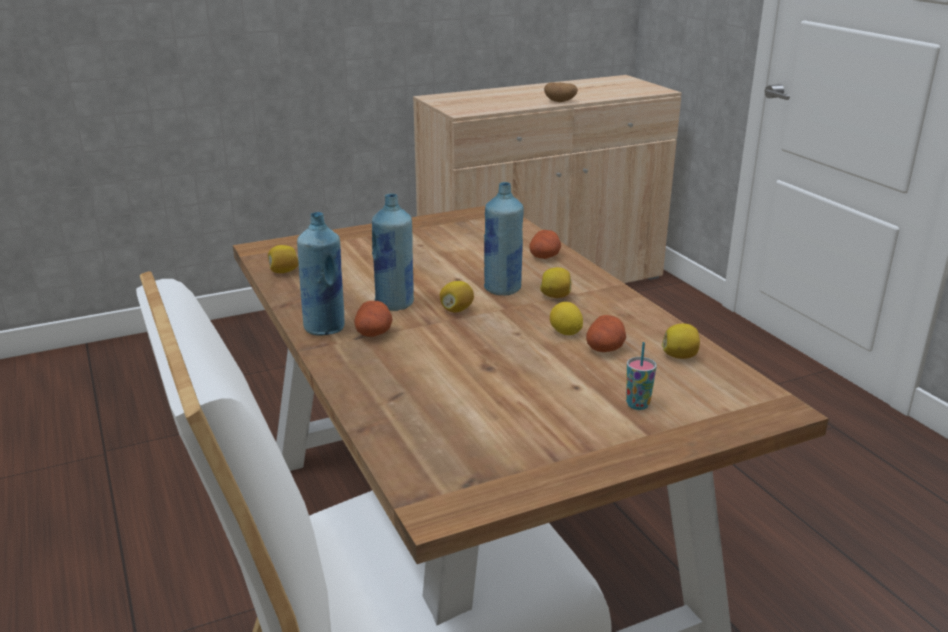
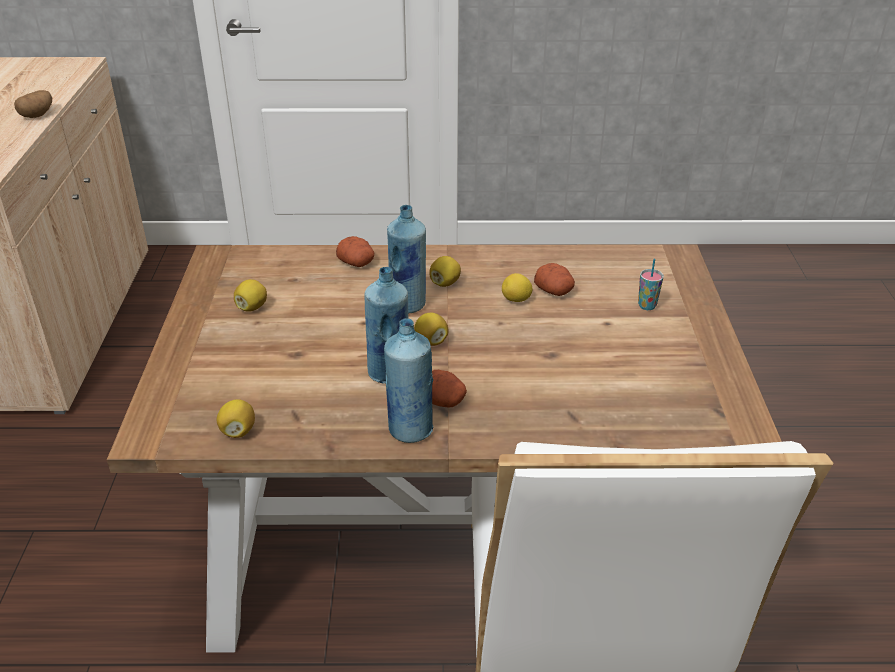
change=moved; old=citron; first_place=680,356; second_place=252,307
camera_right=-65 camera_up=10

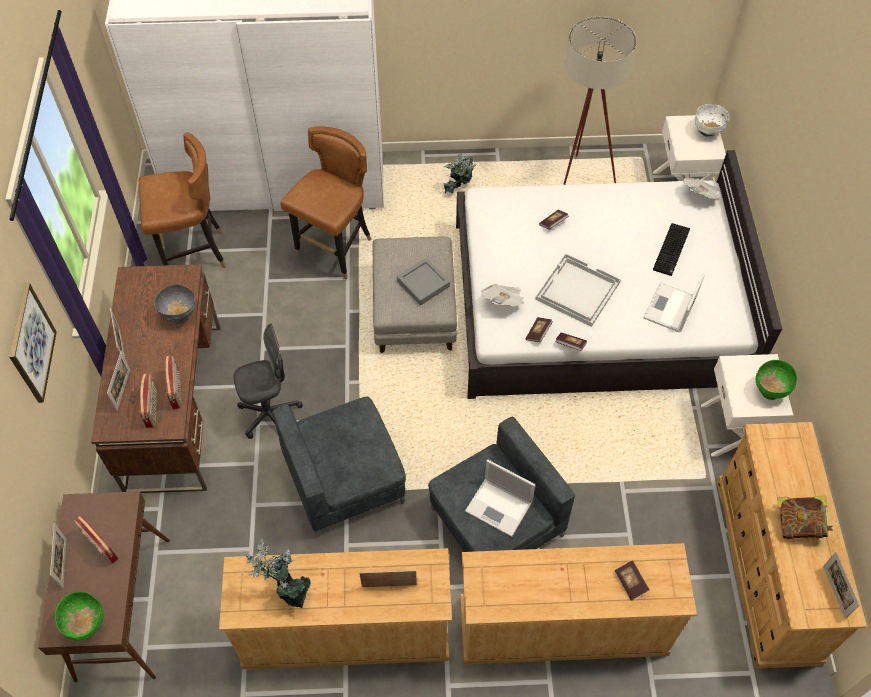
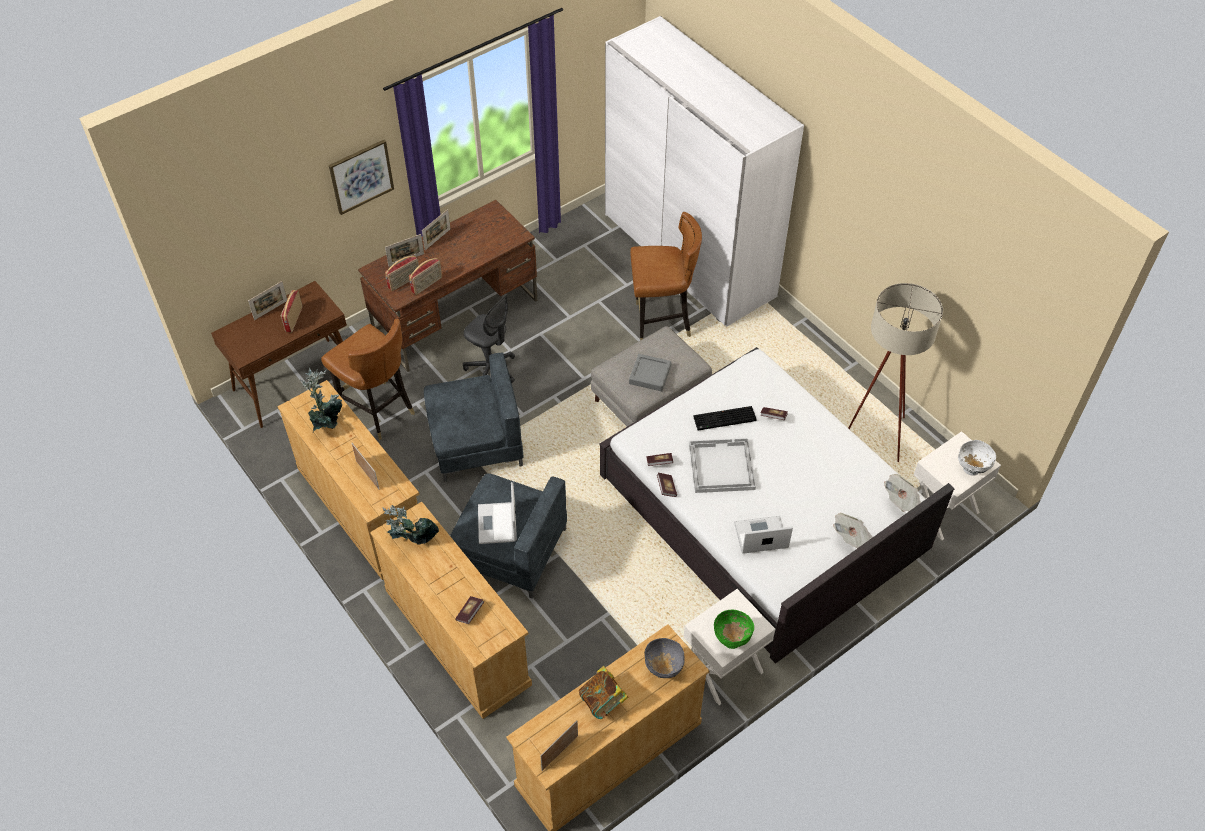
change=moved; old=chaise/marron; first_place=193,254; second_place=378,411
change=moved; old=plante en pot; first_place=459,189; second_place=412,542
change=moved; old=clavier; first_place=672,250; second_place=724,420
change=moved; old=bol/gris; first_place=180,316; second_place=663,669
change=moved; old=journal; first_place=503,301; second_place=852,538
change=turned; old=fauteuil/gris; first_place=345,479; second_place=475,441; degrees=135
change=removed; old=bol/vert; first_place=87,624
camera_right=55 camera_up=-5

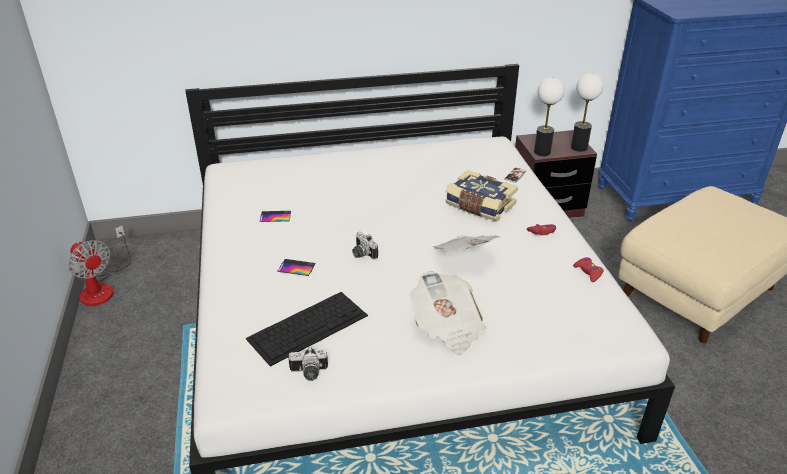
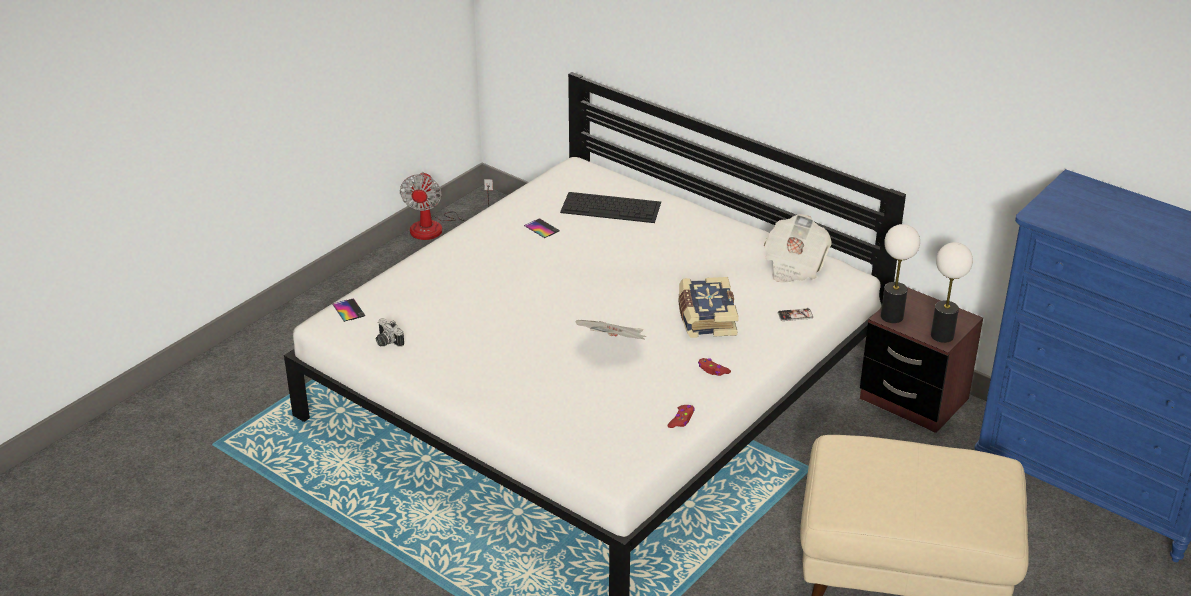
change=removed; old=appareil photo; first_place=362,254
change=moved; old=téléphone; first_place=296,267; second_place=348,310
change=moved; old=journal; first_place=447,327; second_place=794,265
change=moved; old=clavier; first_place=308,326; second_place=612,207
camera_right=50 camera_up=0

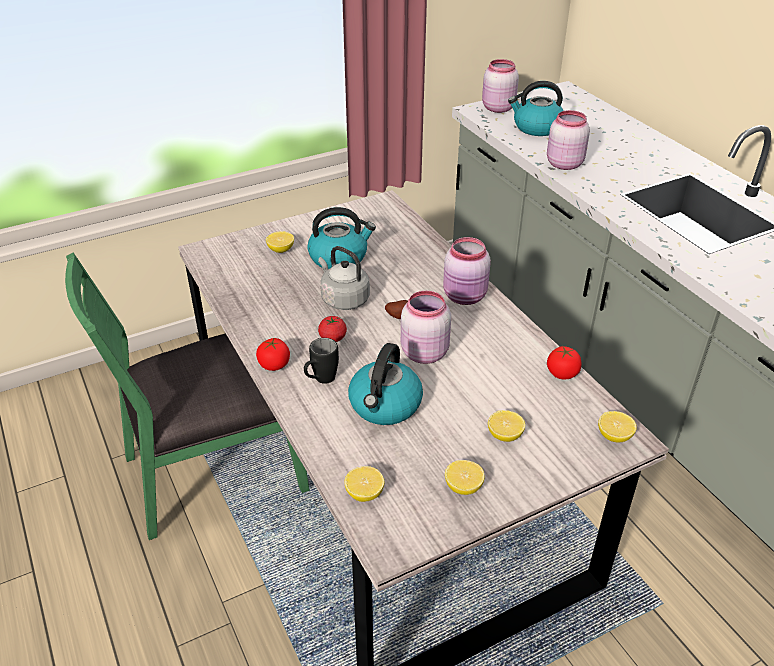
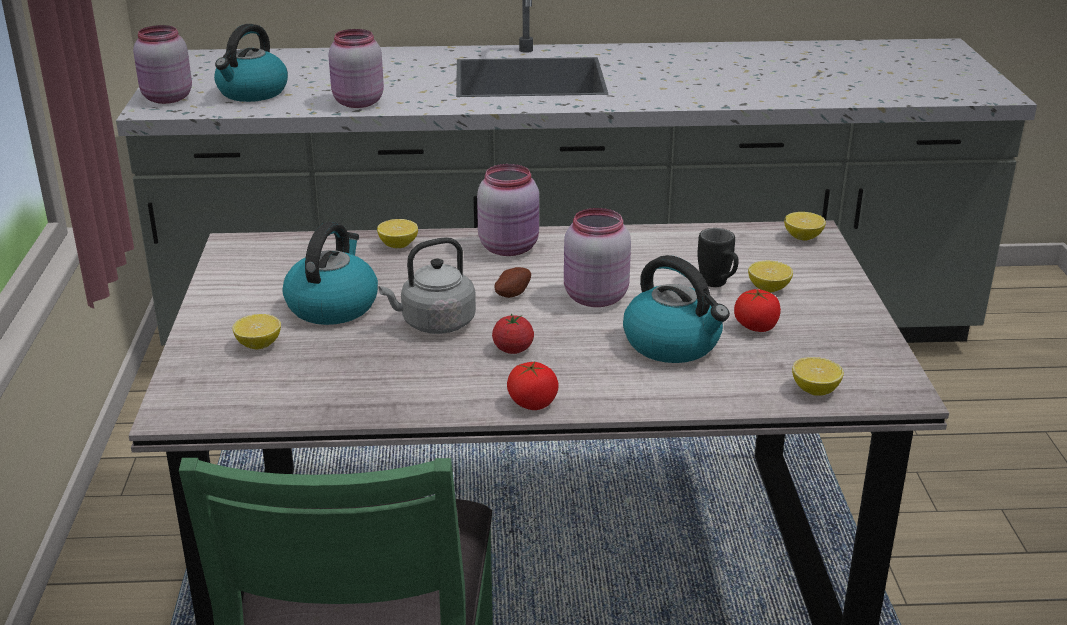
change=moved; old=mug/noir; first_place=320,380; second_place=718,285
change=moved; old=tomate; first_place=562,373; second_place=756,327
change=moved; old=citron; first_place=463,487; second_place=398,245
camera_right=-65 camera_up=-10

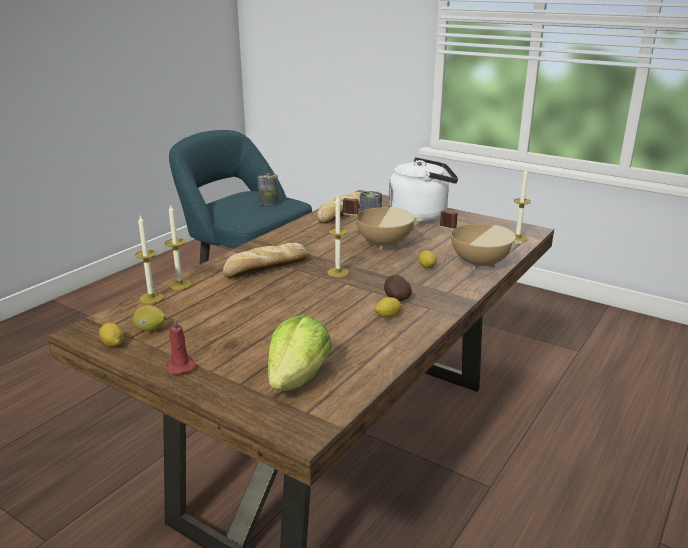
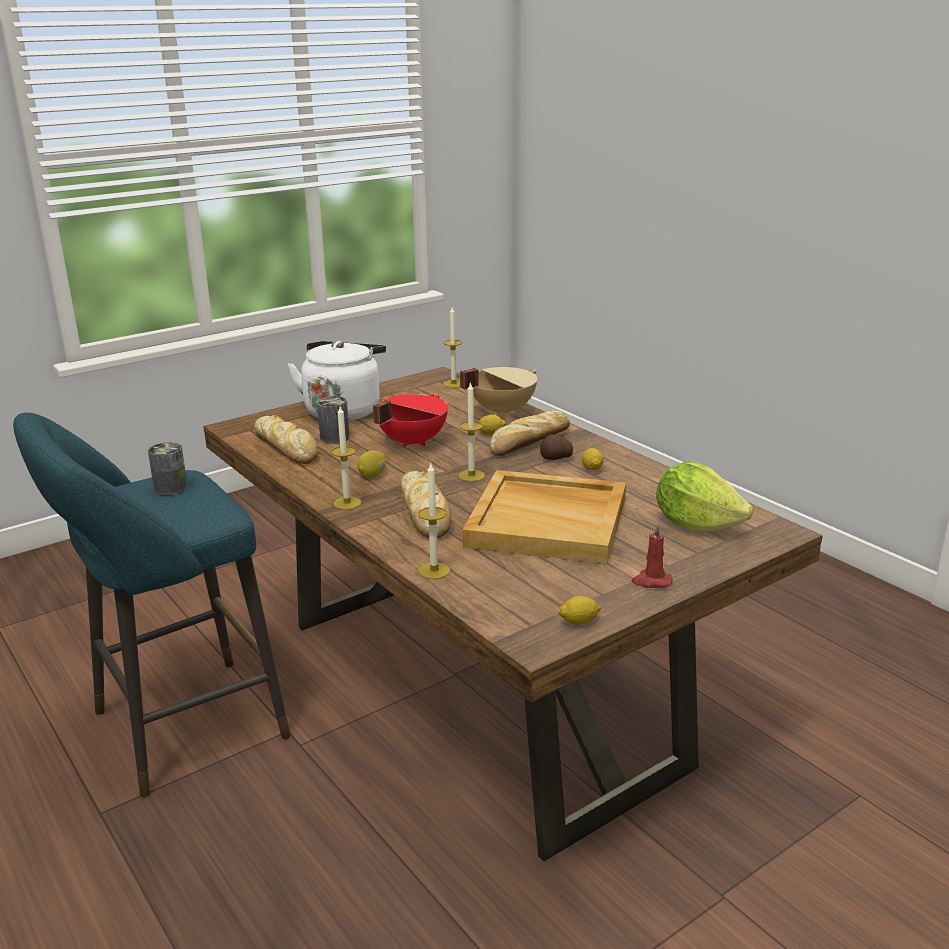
change=recoloured; old=marmite/beige; new=marmite/rouge; first_place=384,244; second_place=411,442
change=moved; old=bougie; first_place=151,298; second_place=347,503
change=moved; old=citron; first_place=150,329; second_place=373,475
change=added; new=pain; second_place=529,442
change=added; new=plateau/beige; second_place=549,521
camera_right=-70 camera_up=0

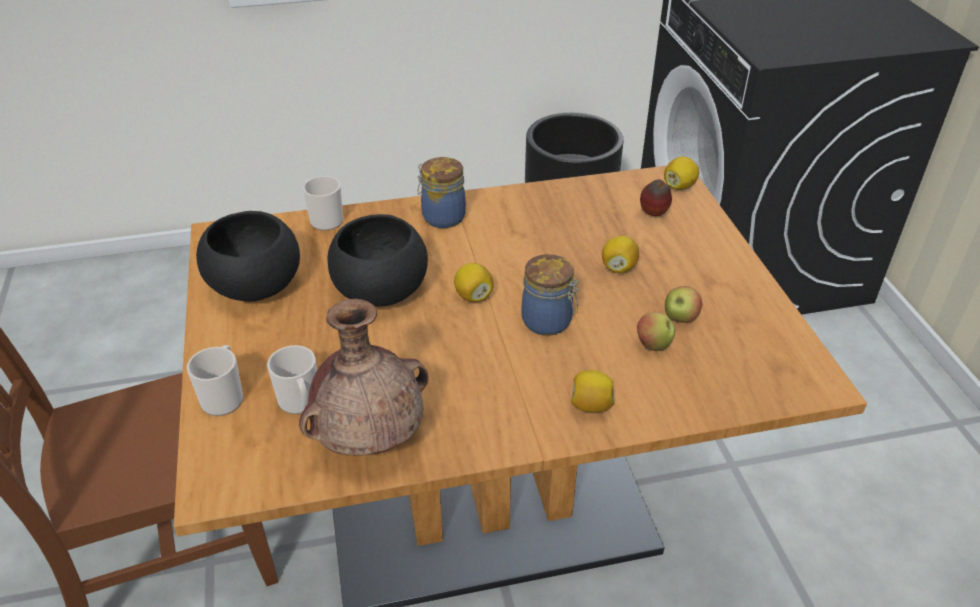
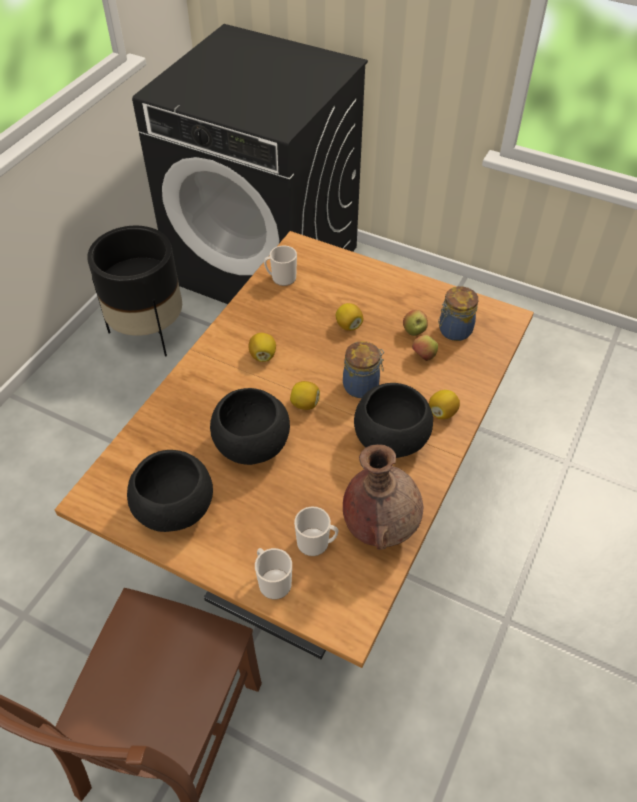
change=moved; old=citron; first_place=679,186; second_place=263,355
change=moved; old=bocal; first_place=442,217; second_place=453,331
change=moved; old=mug; first_place=324,219; second_place=281,278
change=removed; old=pomme; first_place=653,215
change=added; new=bol/noir; second_place=391,439
camera_right=-50 camera_up=10

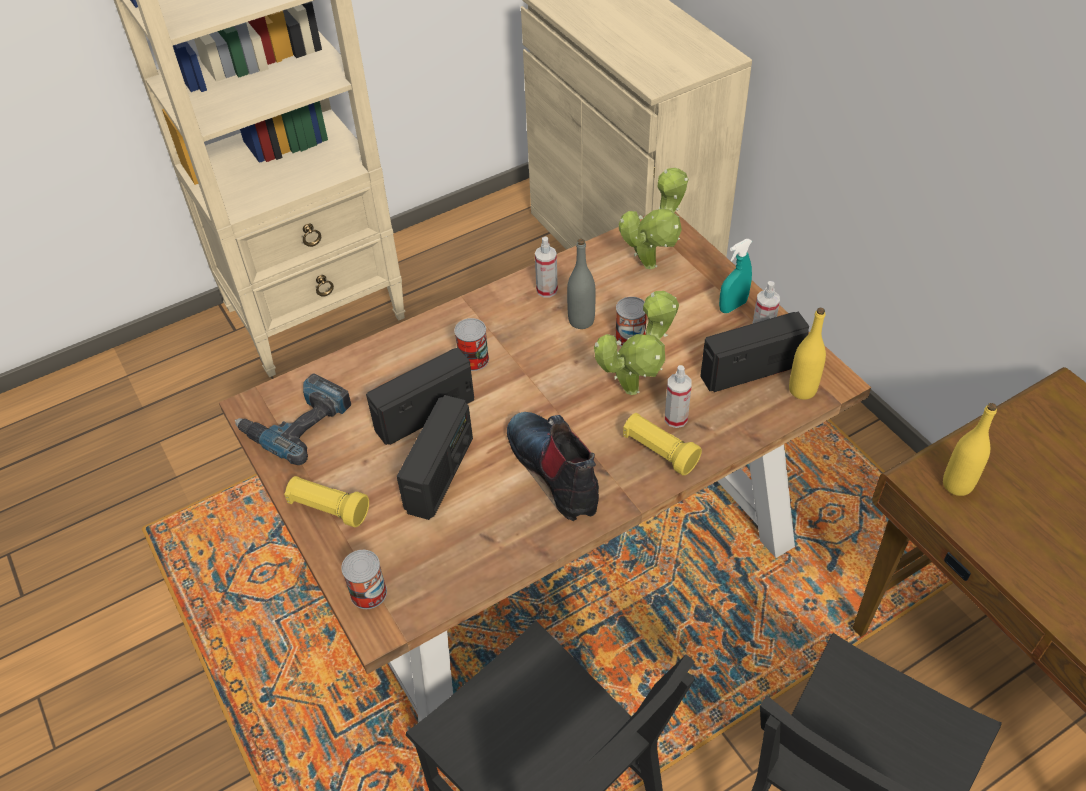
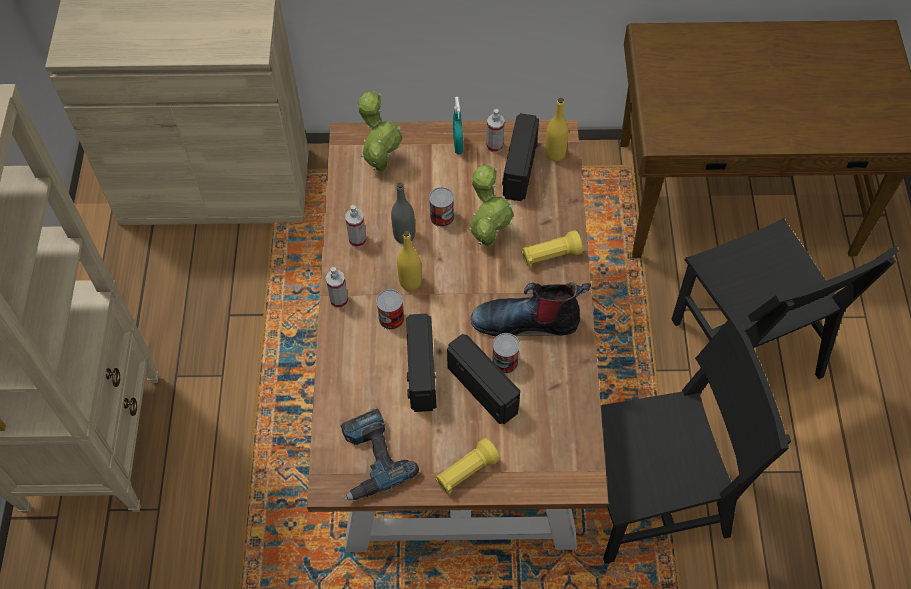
change=moved; old=vaporisateur; first_place=676,418; second_place=339,300
change=moved; old=bouteille/jaune; first_place=957,484; second_place=410,282
change=moved; old=boîte métallique; first_place=368,593; second_place=505,362
camera_right=-60 camera_up=10

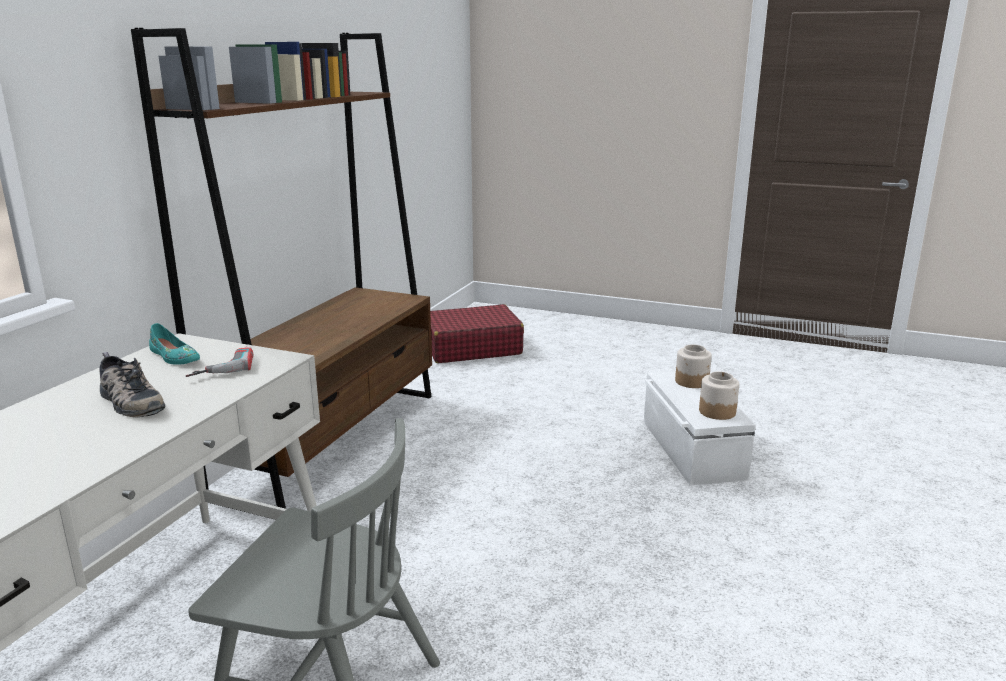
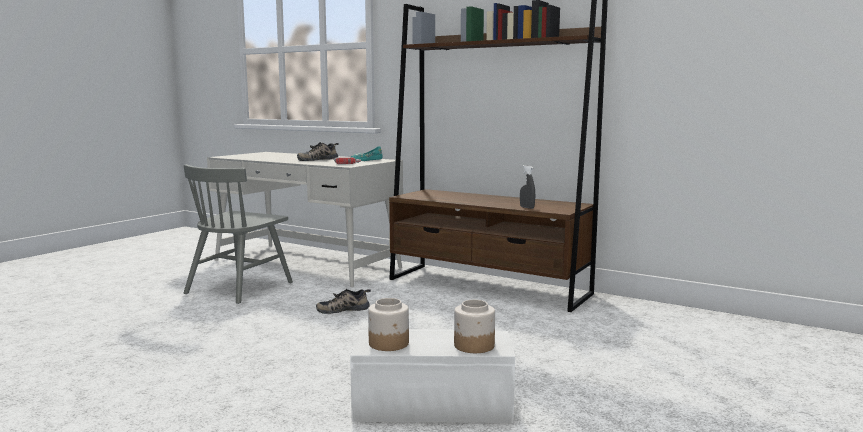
change=removed; old=valise/rouge; first_place=471,347
change=added; new=vaporisateur/gris; second_place=527,207
change=added; new=chaussure; second_place=343,309
camera_right=100 camera_up=-10

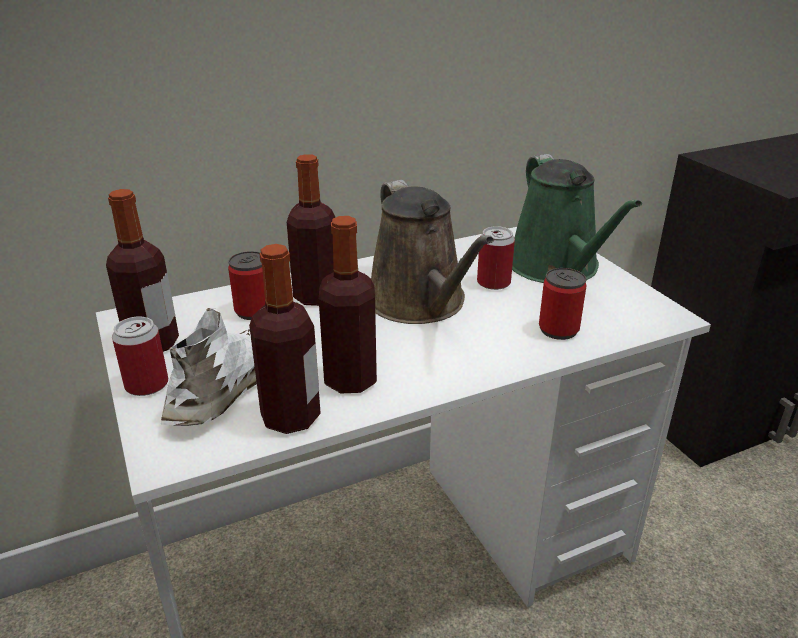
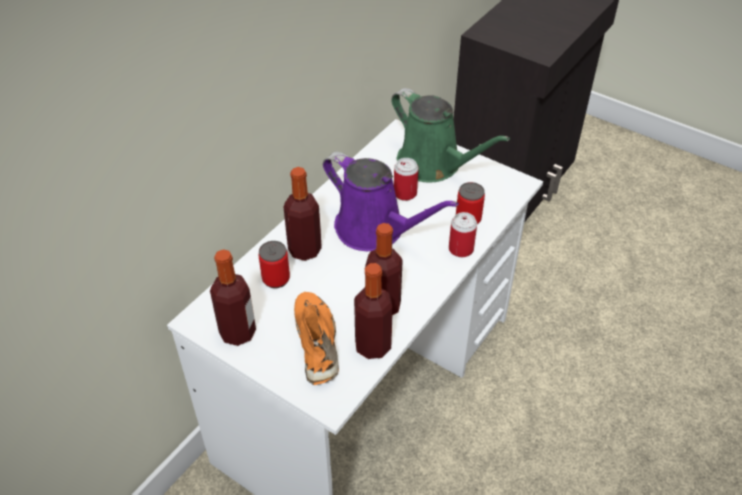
change=recoloured; old=arrosoir/marron; new=arrosoir/violet; first_place=421,304; second_place=375,230
change=recoloured; old=chaussure/blanc; new=chaussure/orange; first_place=227,387; second_place=317,342
change=moved; old=boîte métallique; first_place=147,385; second_place=461,249
camera_right=-30 camera_up=15

